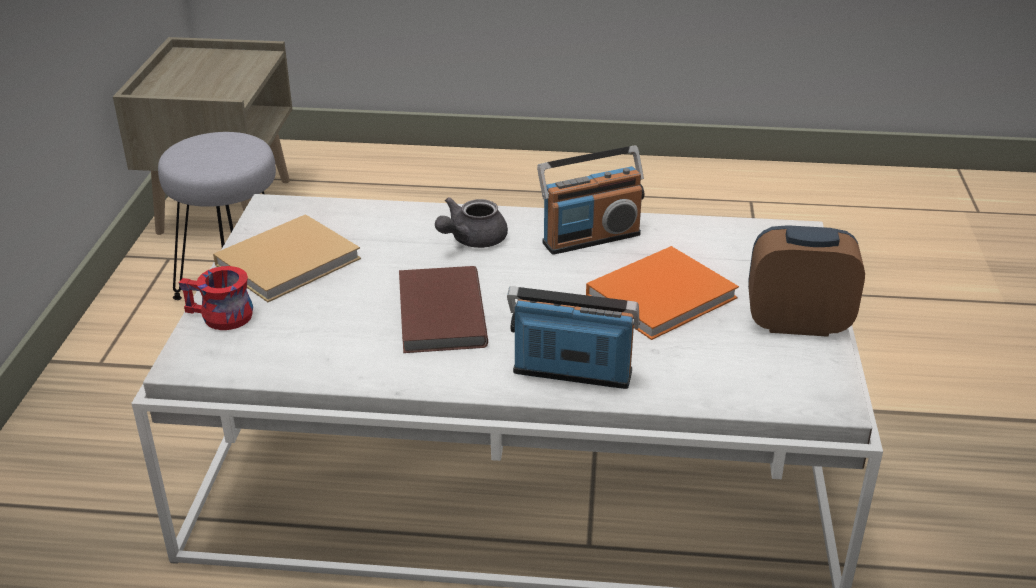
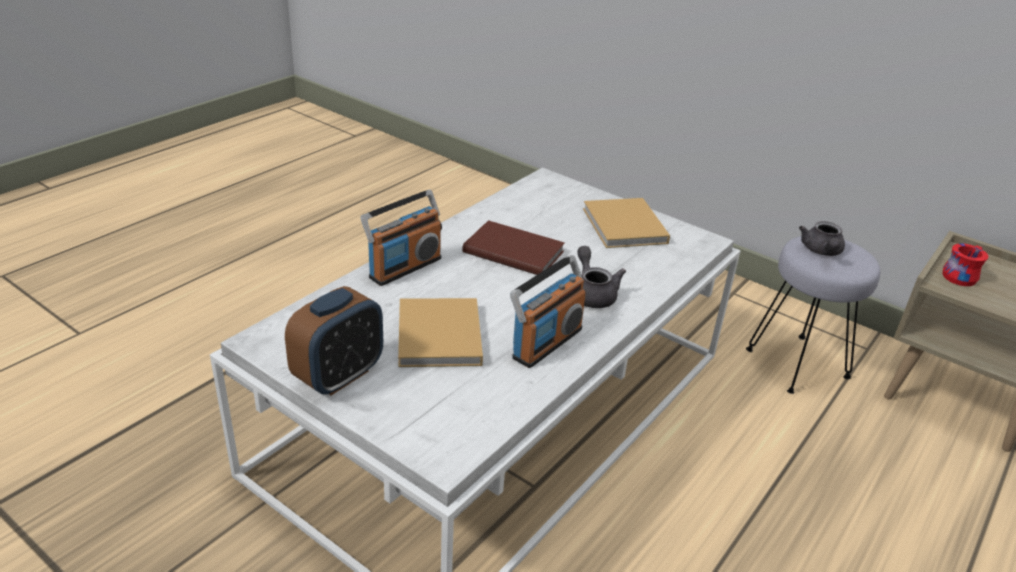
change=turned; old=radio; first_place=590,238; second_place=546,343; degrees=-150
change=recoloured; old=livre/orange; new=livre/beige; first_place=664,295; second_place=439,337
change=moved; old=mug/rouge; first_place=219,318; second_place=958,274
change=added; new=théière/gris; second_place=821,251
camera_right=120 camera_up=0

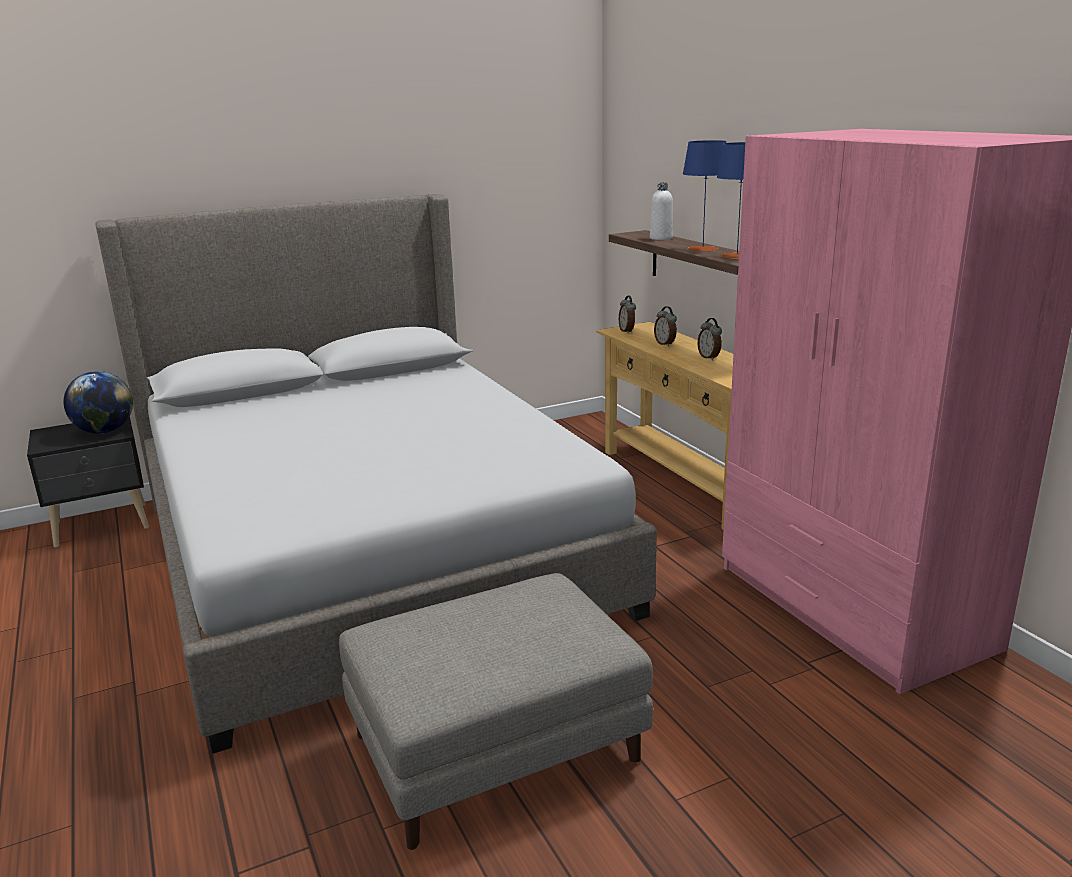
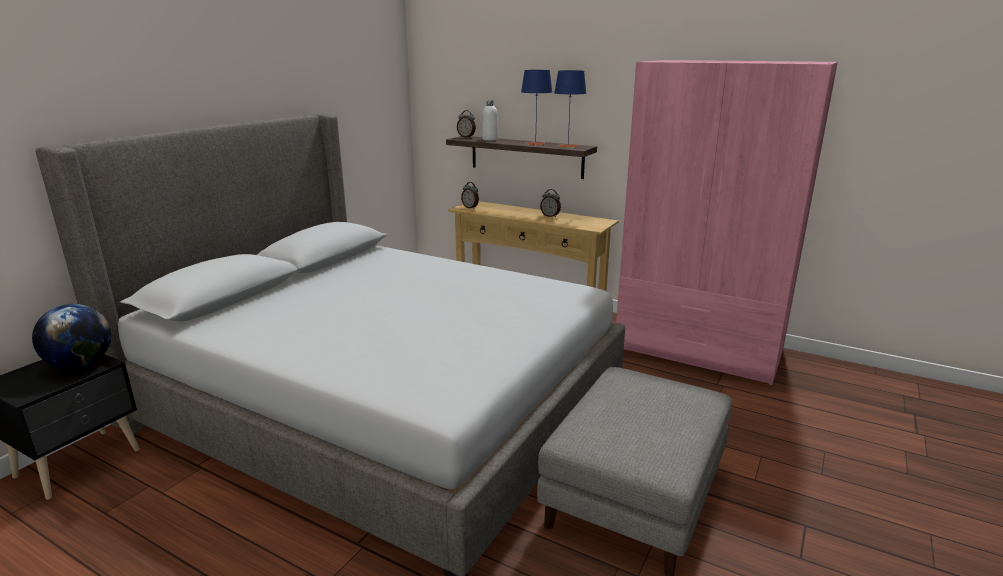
change=moved; old=réveil; first_place=665,344; second_place=466,137
camera_right=-35 camera_up=0

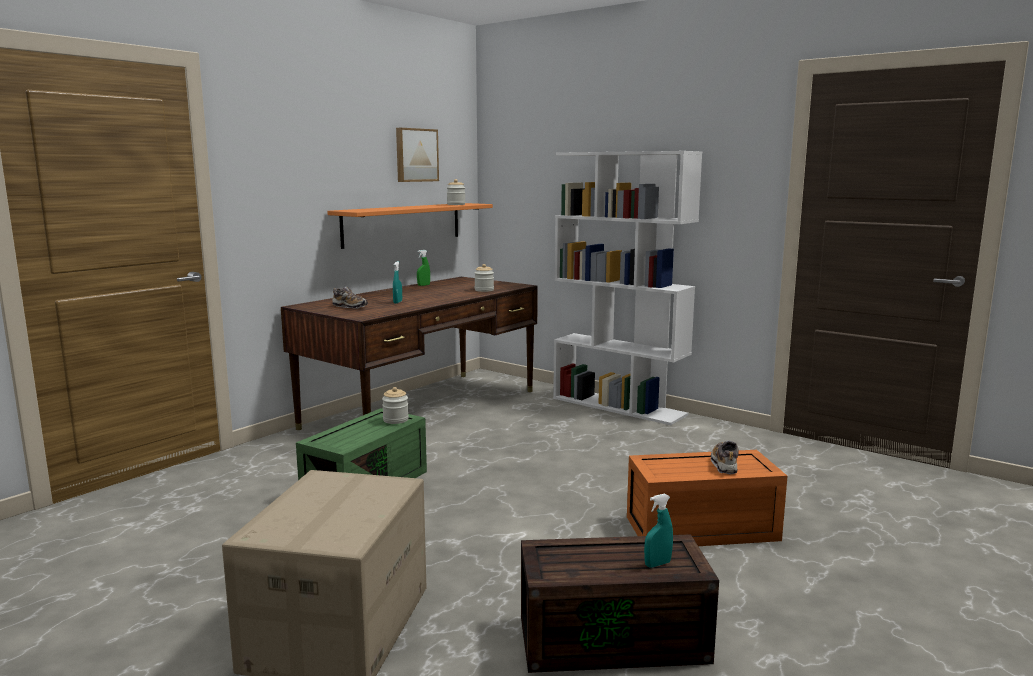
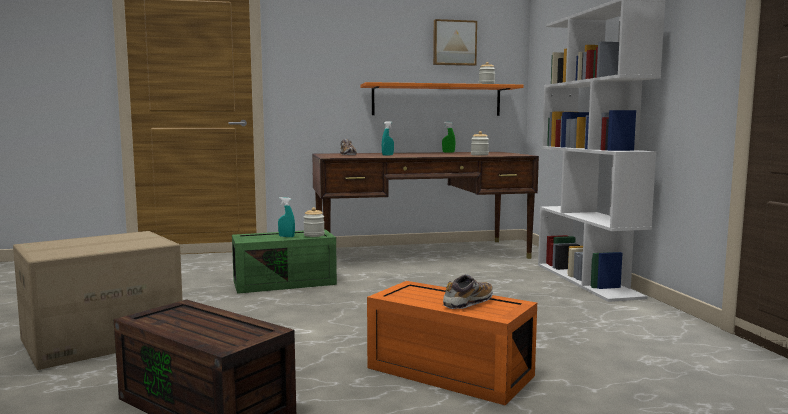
change=moved; old=vaporisateur/turquoise; first_place=657,564; second_place=286,236
camera_right=40 camera_up=-5

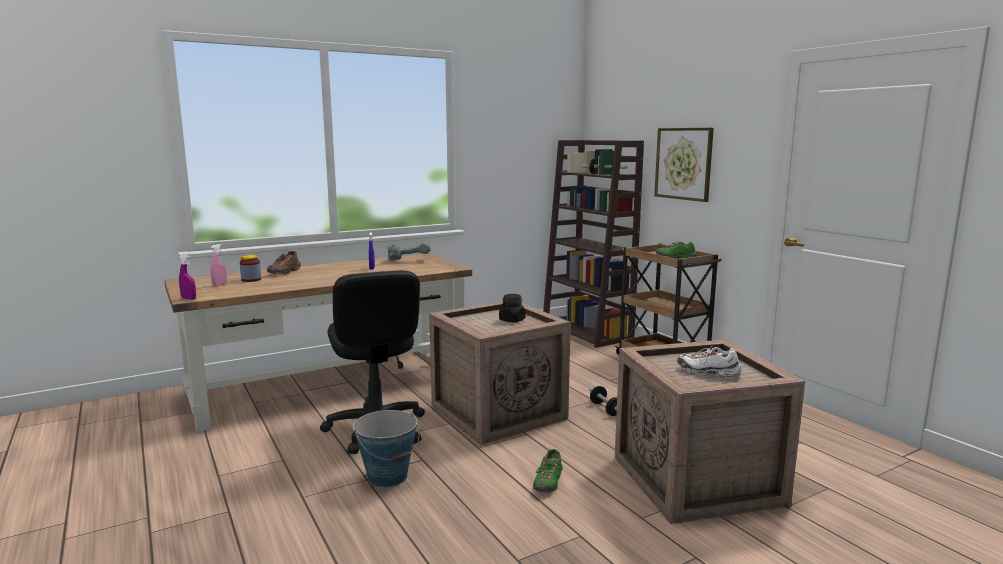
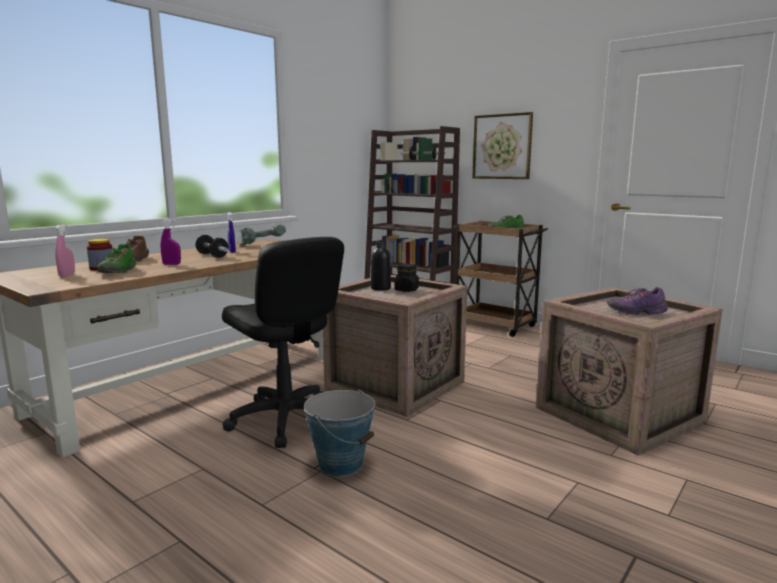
change=moved; old=vaporisateur/violet; first_place=188,299; second_place=171,264
change=recoloured; old=chaussure/blanc; new=chaussure/violet; first_place=708,372; second_place=636,312
change=moved; old=haltère; first_place=605,409; second_place=212,255
change=moved; old=chaussure/vert; first_place=548,482; second_place=118,271
change=added; new=bouteille/noir; second_place=380,288
camera_right=-20 camera_up=0

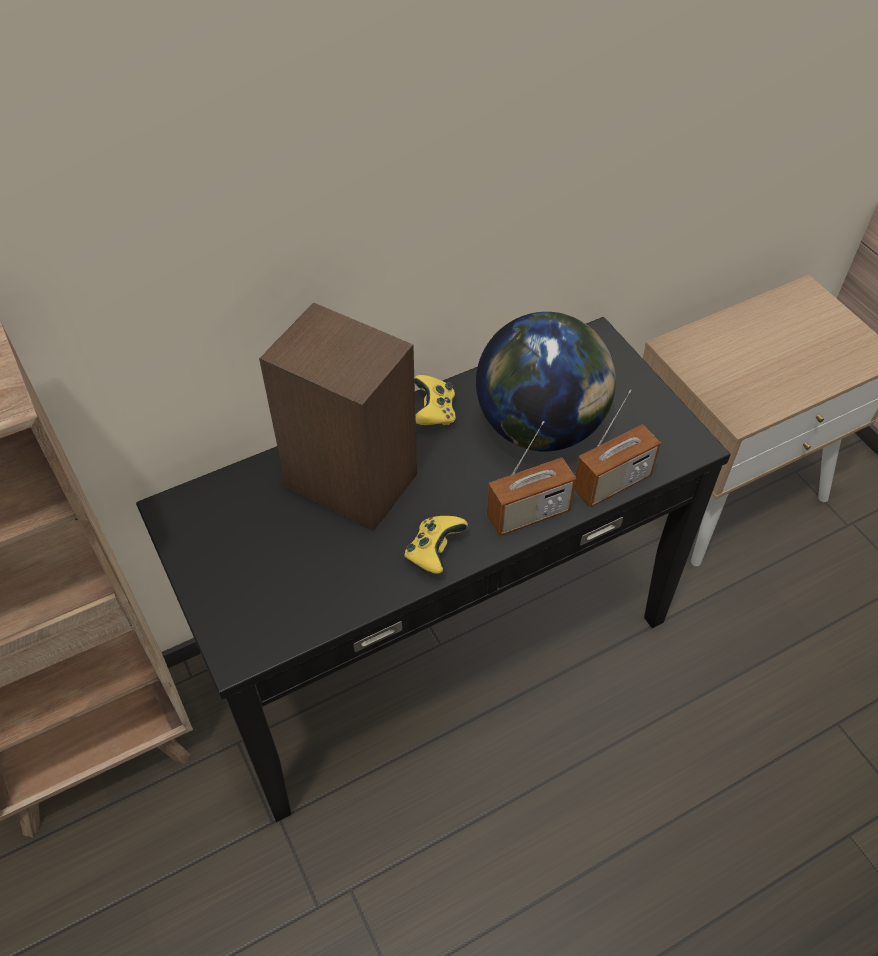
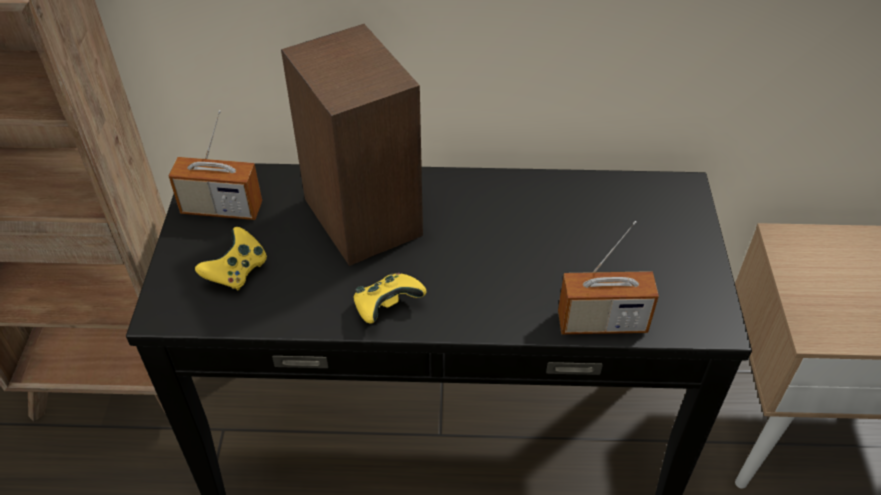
change=removed; old=globe; first_place=540,426
change=moved; old=manette/jaune; first_place=434,412; second_place=237,272
change=moved; old=radio; first_place=528,514; second_place=222,209
camera_right=30 camera_up=-5

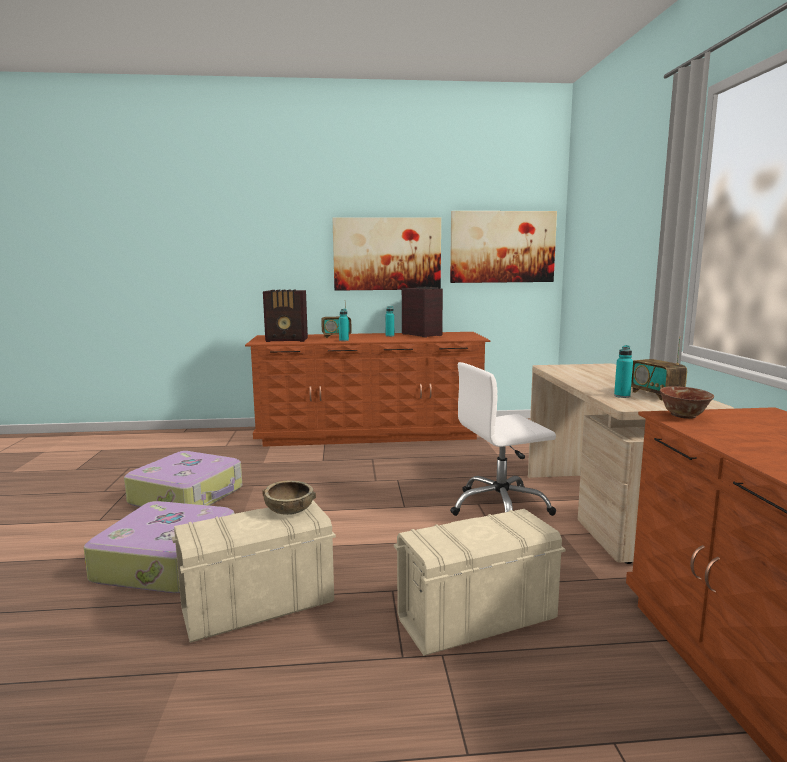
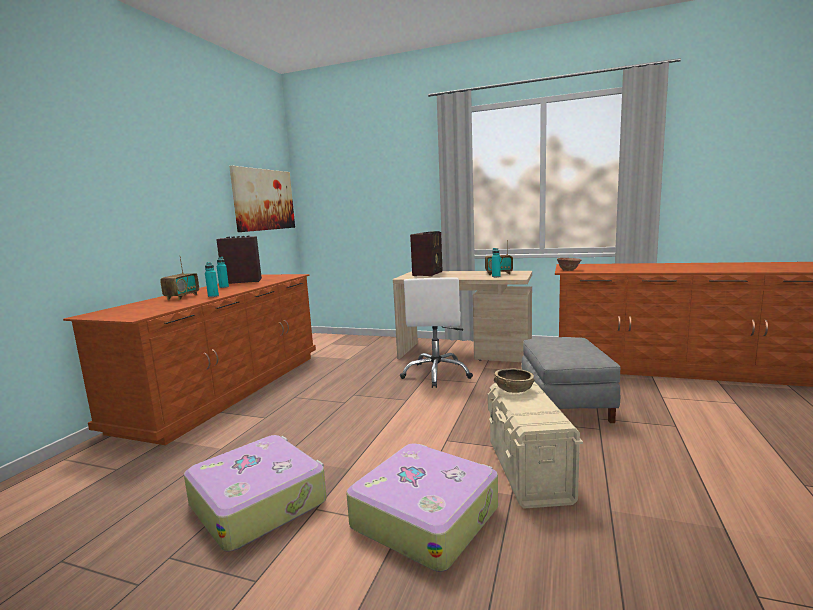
change=removed; old=tableau; first_place=387,254
change=moved; old=radio; first_place=287,340; second_place=428,274
change=replaced; old=boîte de rangement/beige; new=pouf/gris; first_place=475,619; second_place=566,404
camera_right=-65 camera_up=0

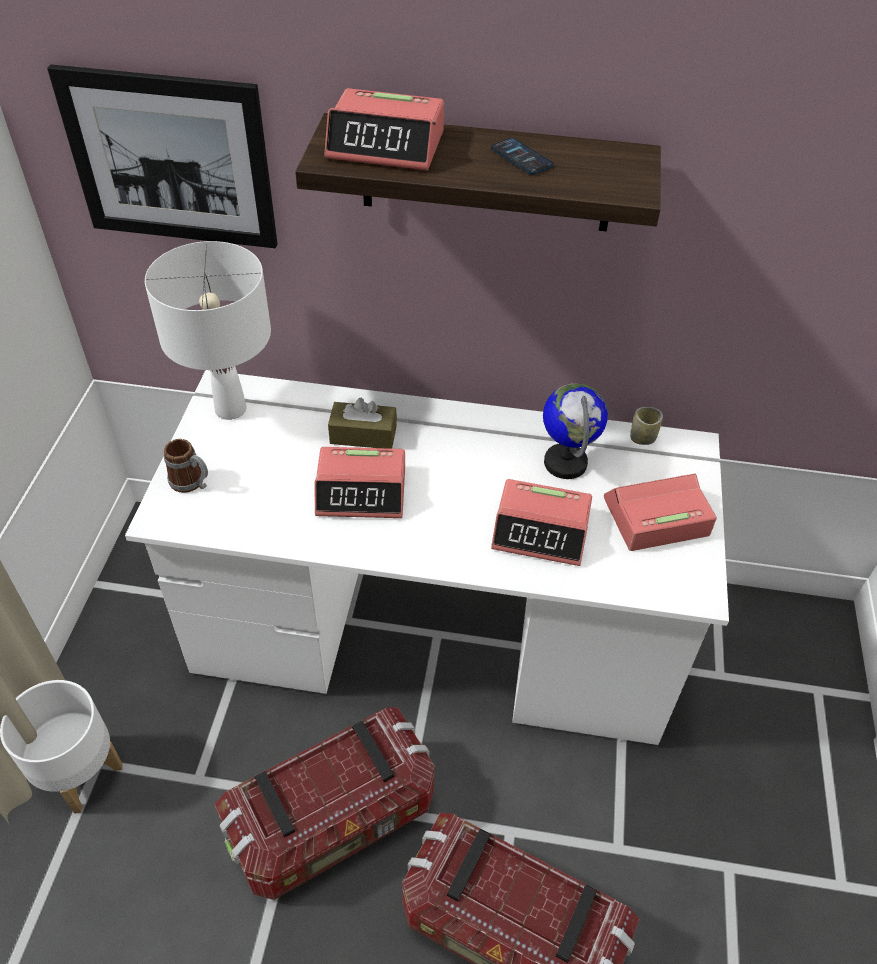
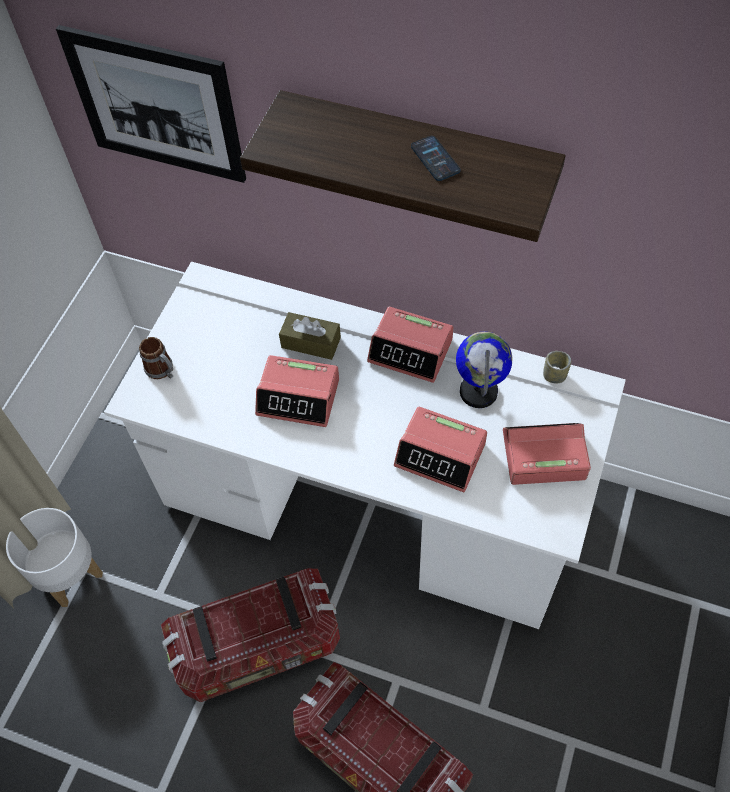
change=moved; old=réveil; first_place=386,145; second_place=411,351
change=removed; old=lampe de table/blanc; first_place=231,409
camera_right=15 camera_up=10

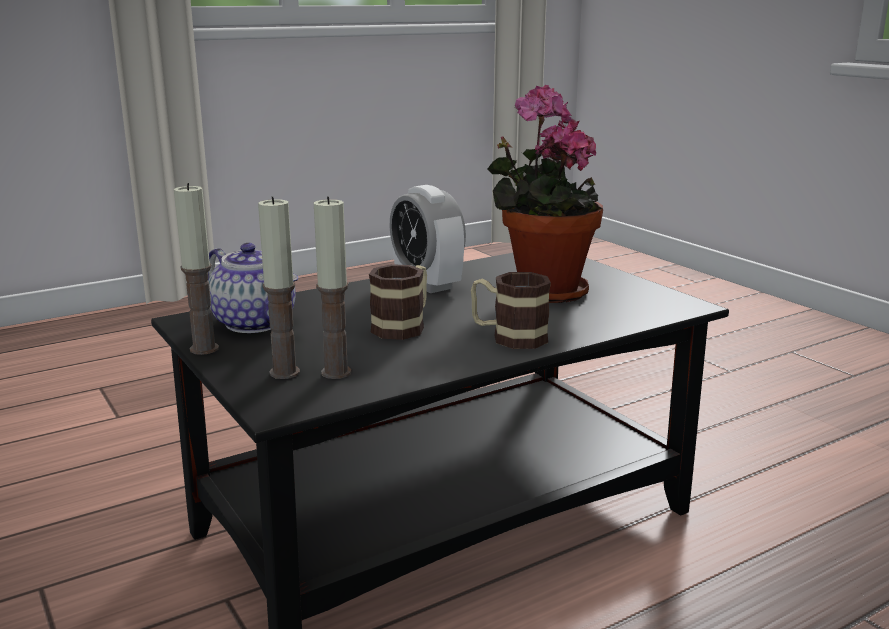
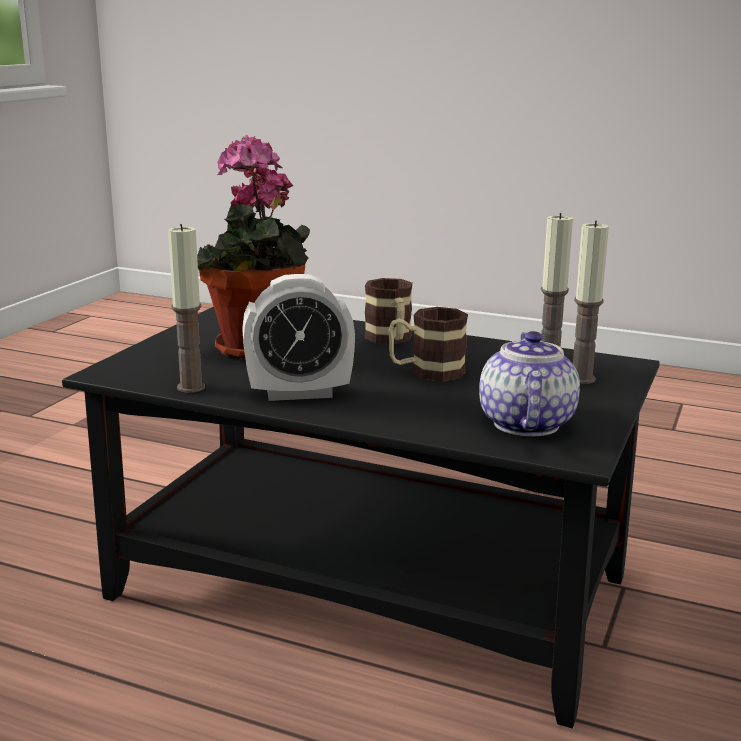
change=moved; old=bougie; first_place=204,349; second_place=191,387
change=turned; old=réveil; first_place=427,284; second_place=299,393; degrees=60
camera_right=-125 camera_up=0

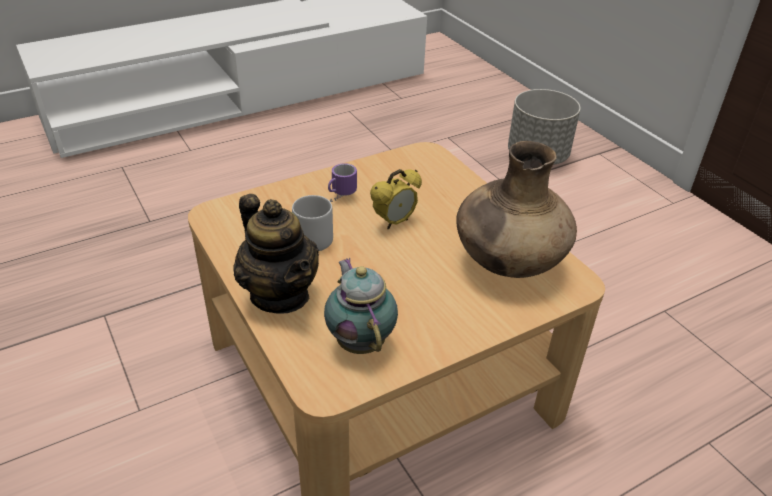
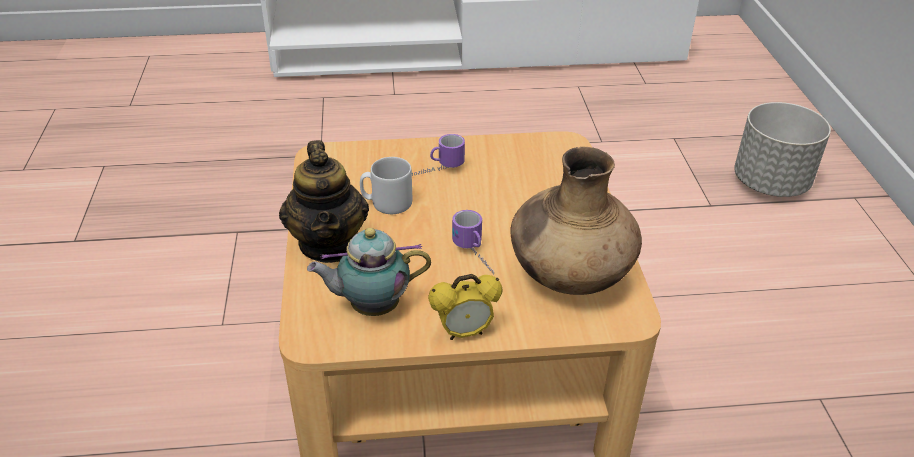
change=moved; old=réveil; first_place=394,222; second_place=464,333
change=turned; old=théière; first_place=360,340; second_place=371,306; degrees=-105
change=added; new=mug; second_place=475,257
camera_right=25 camera_up=0

